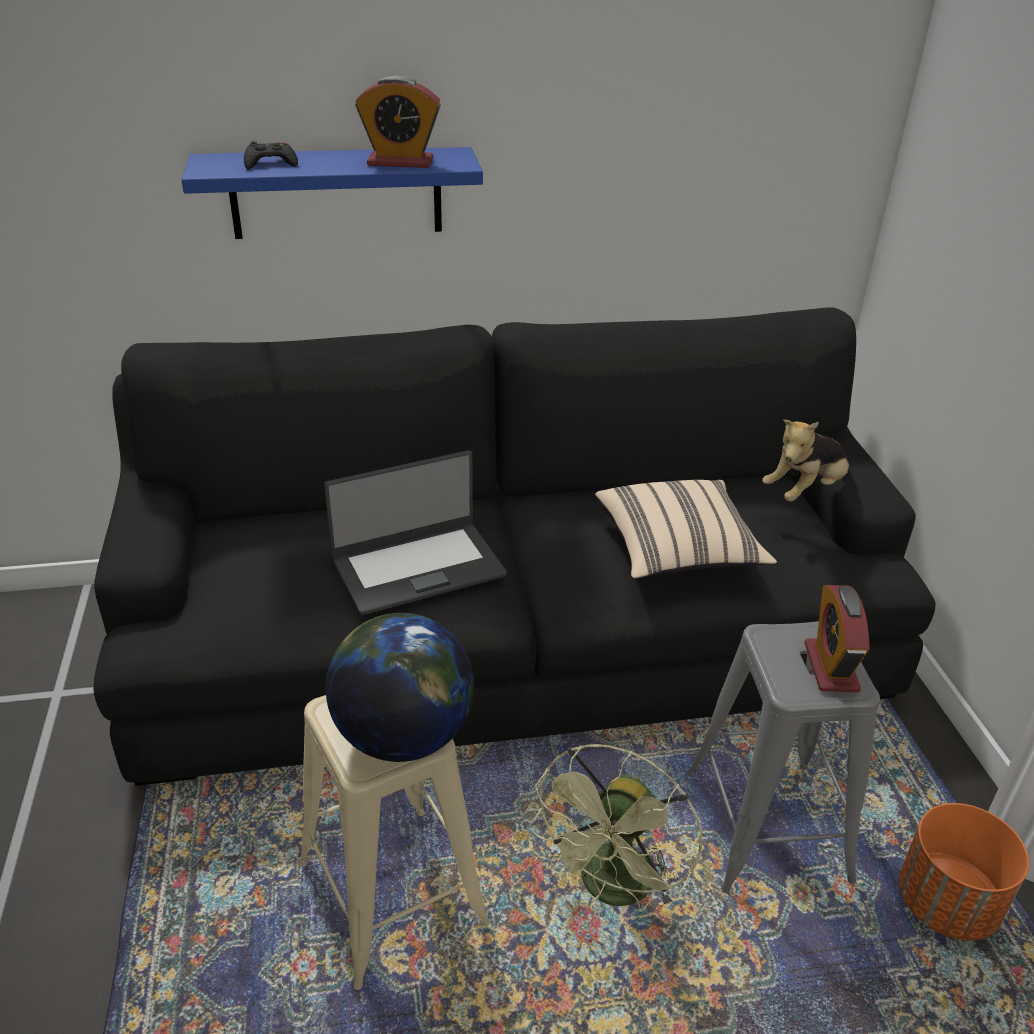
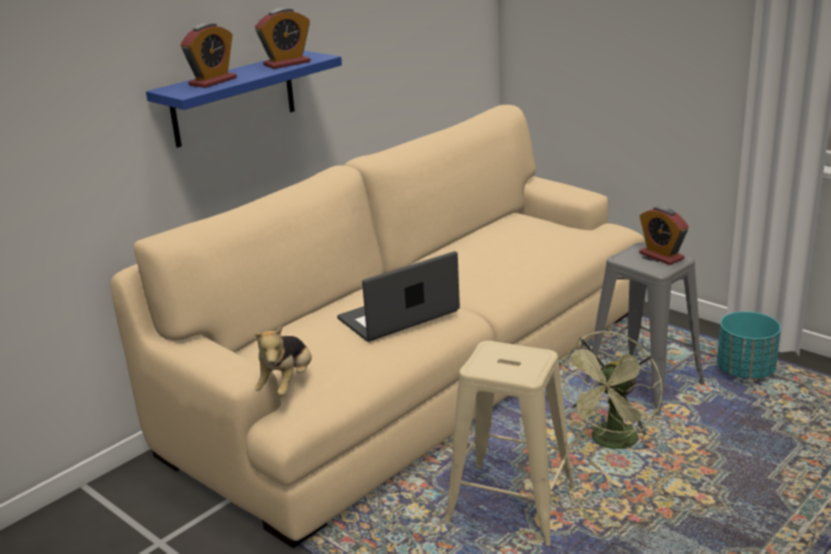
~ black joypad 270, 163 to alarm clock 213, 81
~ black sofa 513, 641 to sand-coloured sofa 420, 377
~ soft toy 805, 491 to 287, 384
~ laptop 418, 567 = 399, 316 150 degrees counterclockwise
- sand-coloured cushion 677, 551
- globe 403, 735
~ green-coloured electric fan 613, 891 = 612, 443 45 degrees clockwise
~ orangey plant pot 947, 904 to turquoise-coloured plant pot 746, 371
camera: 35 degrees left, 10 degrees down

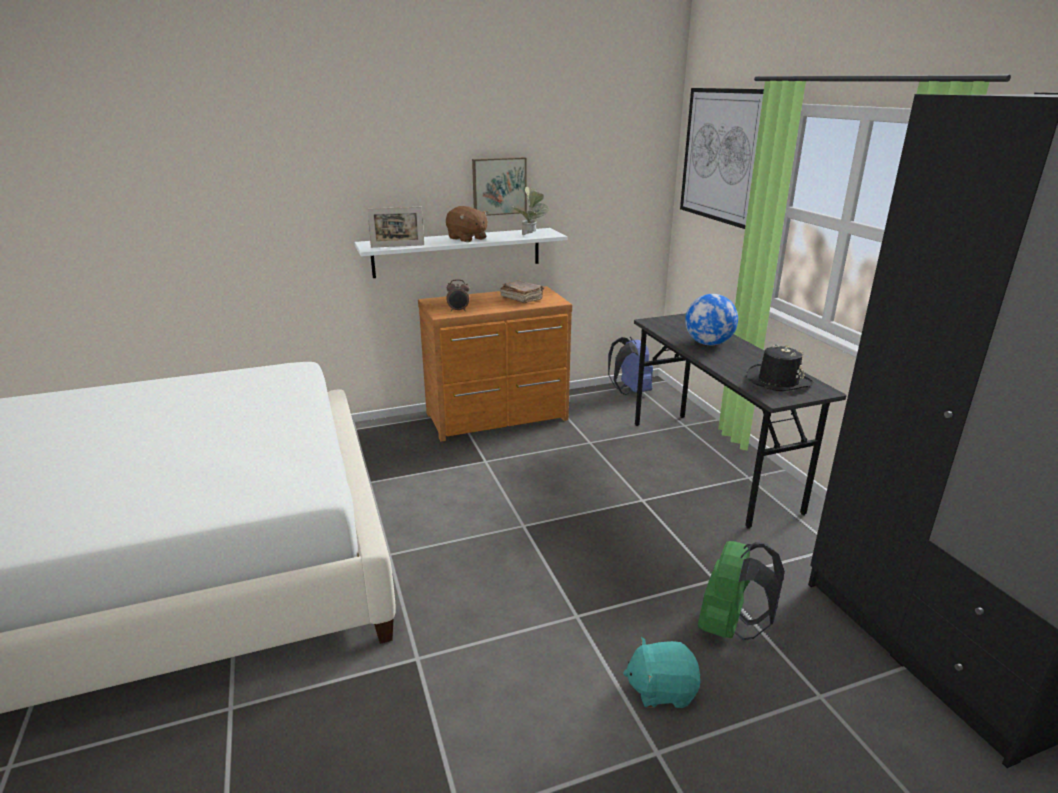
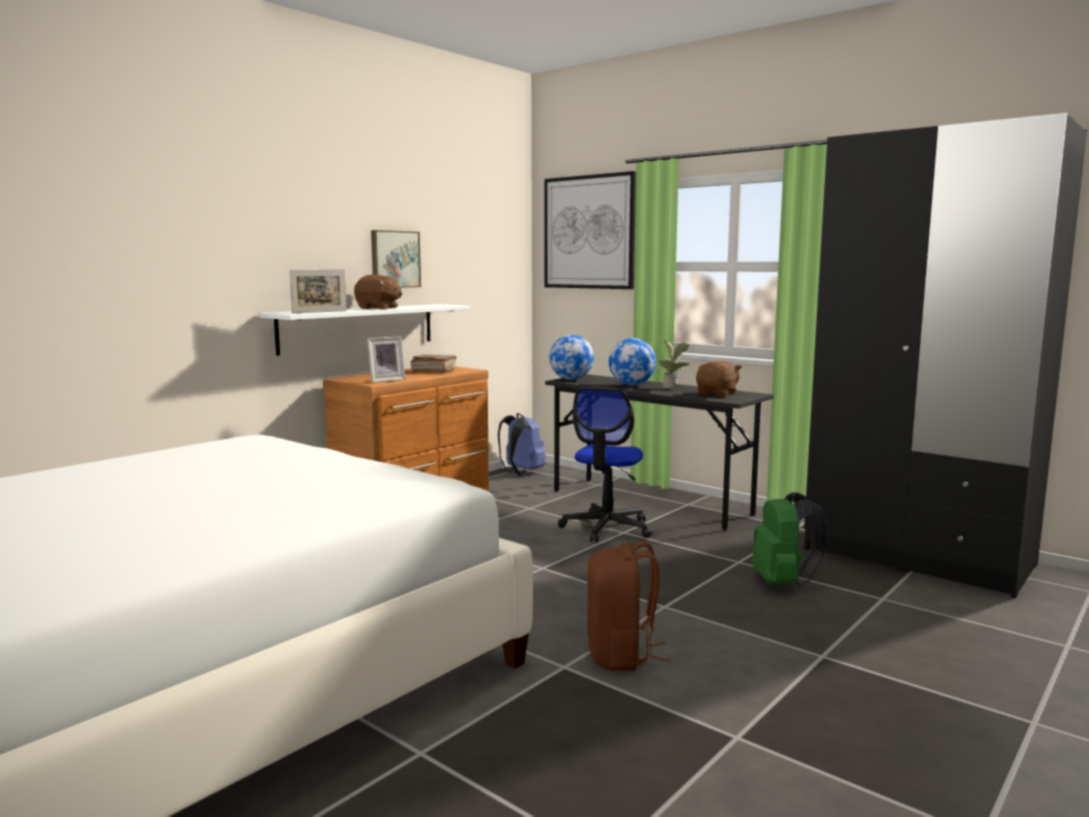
~ plant in a pot 531, 235 to 673, 388
~ alarm clock 458, 310 to standing frame 385, 380
~ black wearable hat 777, 381 to brownish soft toy 717, 394
- turquoise-coloured soft toy 661, 689
+ globe 571, 379
+ office chair 606, 528
+ brownish rucksack 621, 655
camera: 30 degrees left, 15 degrees down

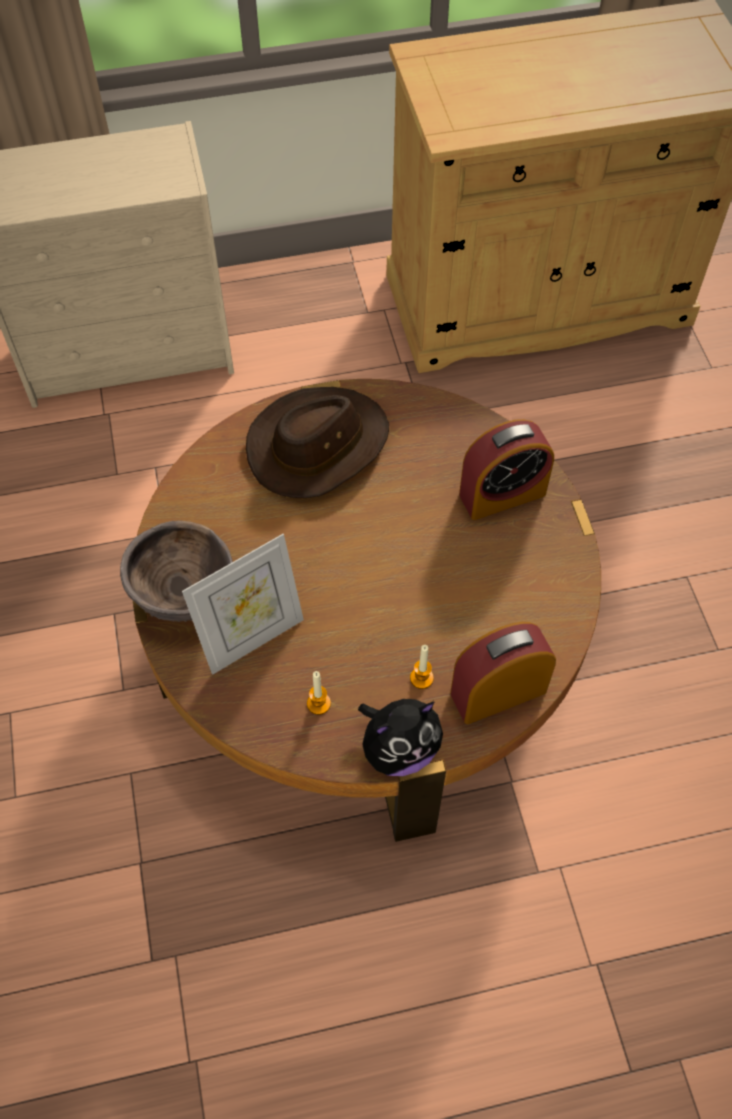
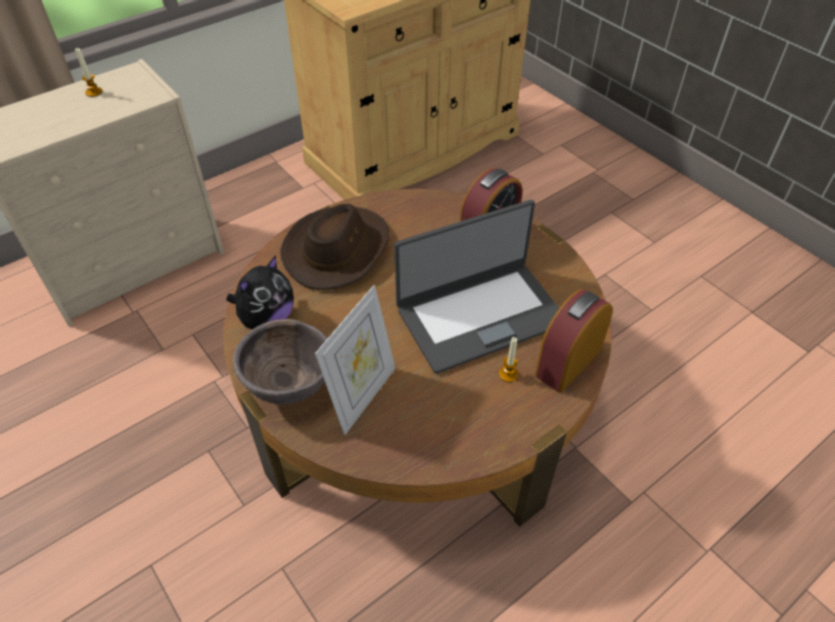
~ candle 318, 703 to 94, 92
~ soft toy 399, 749 to 267, 319
+ laptop 480, 315
camera: 25 degrees left, 10 degrees down

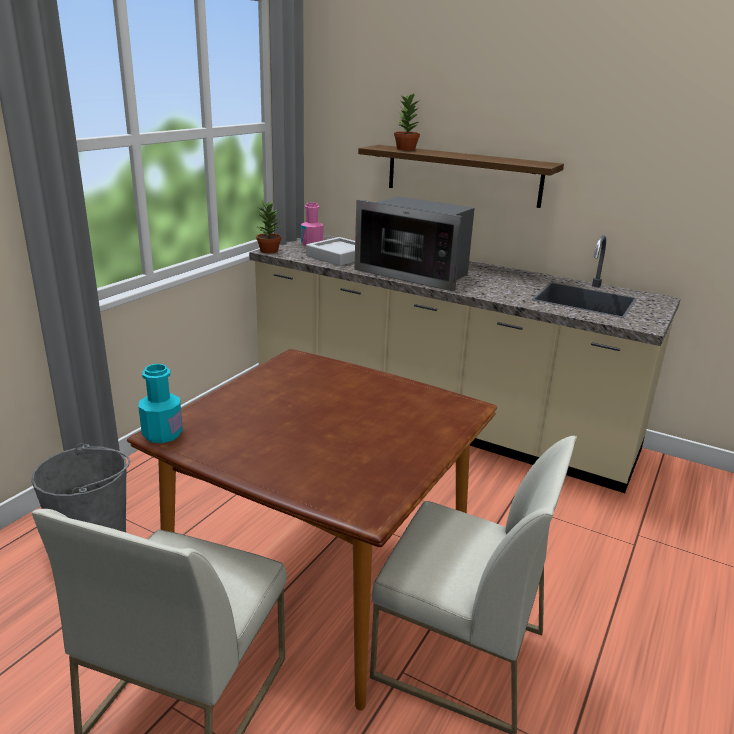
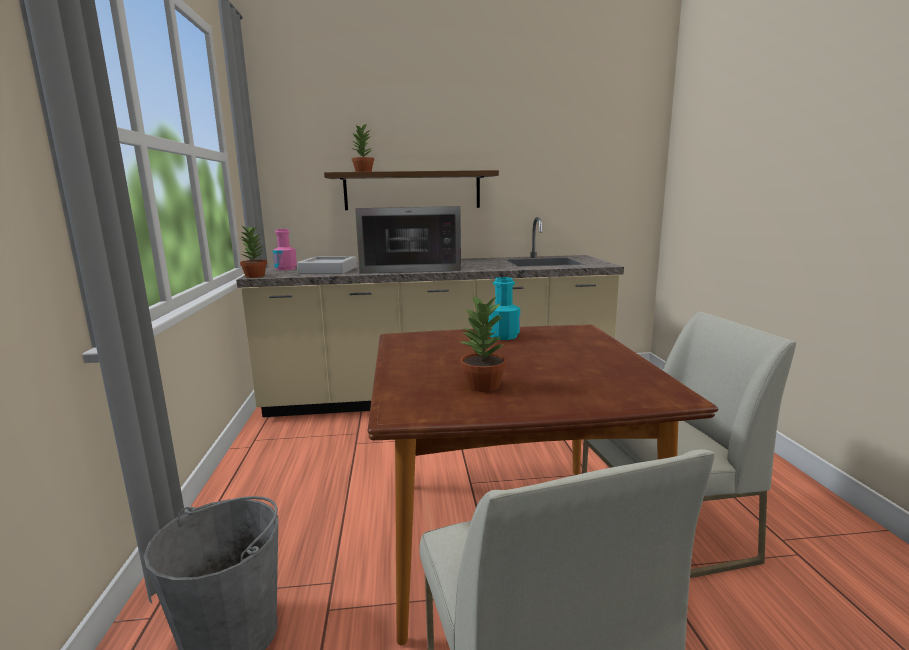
~ turquoise-coloured beverage bottle 162, 434 to 503, 336
+ plant in a pot 483, 386
camera: 35 degrees left, 10 degrees down

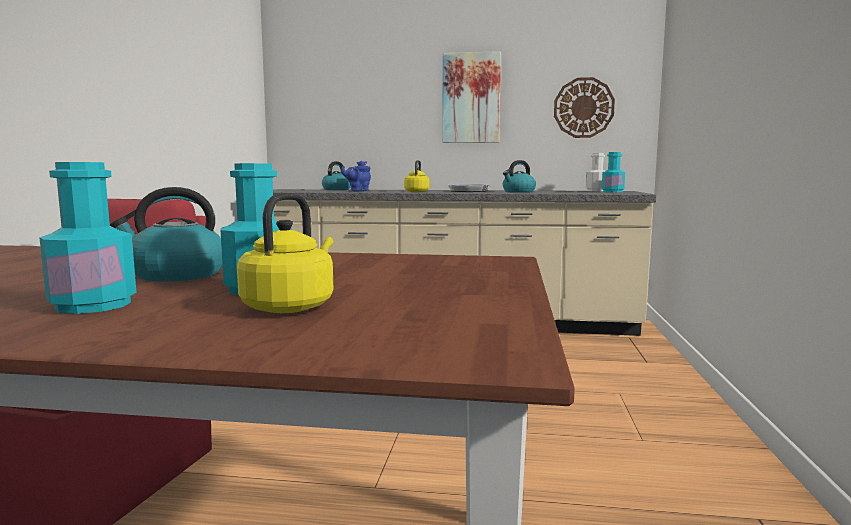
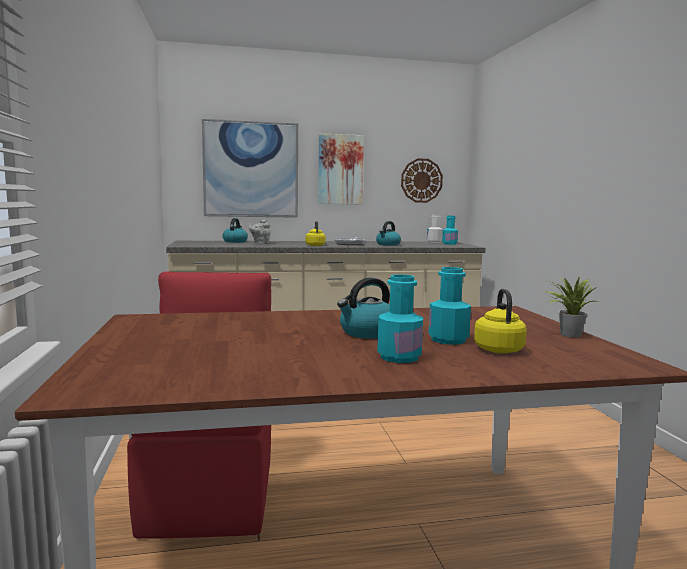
~ blue teapot 357, 190 to gray teapot 260, 243
+ wall picture 251, 169
+ plant in a pot 567, 334
camera: 20 degrees left, 0 degrees up

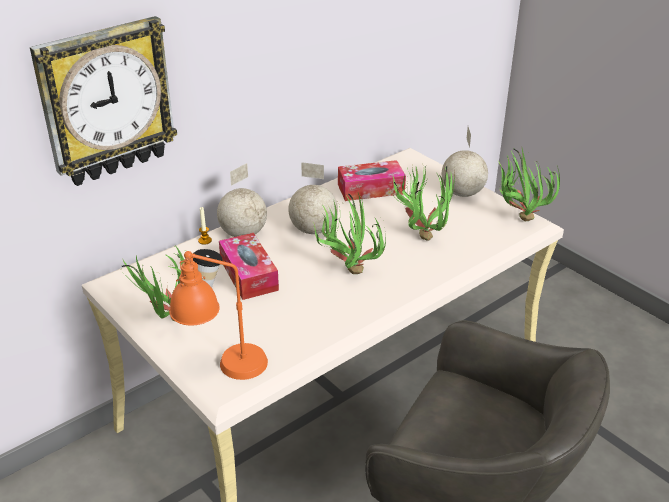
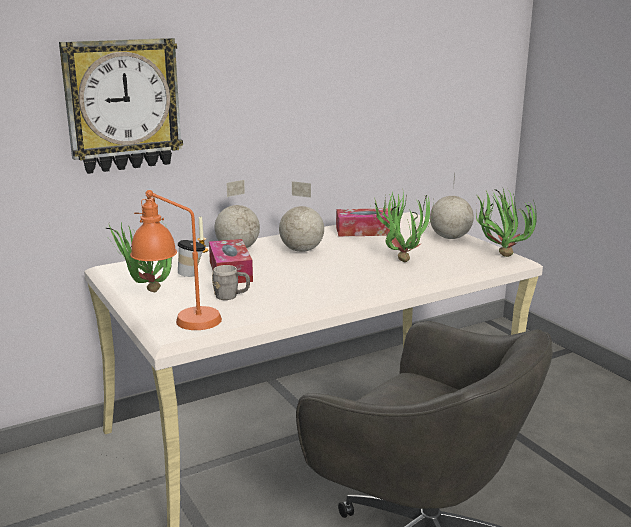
- plant in a pot 347, 270
+ gray coffee mug 231, 296
camera: 10 degrees right, 15 degrees down

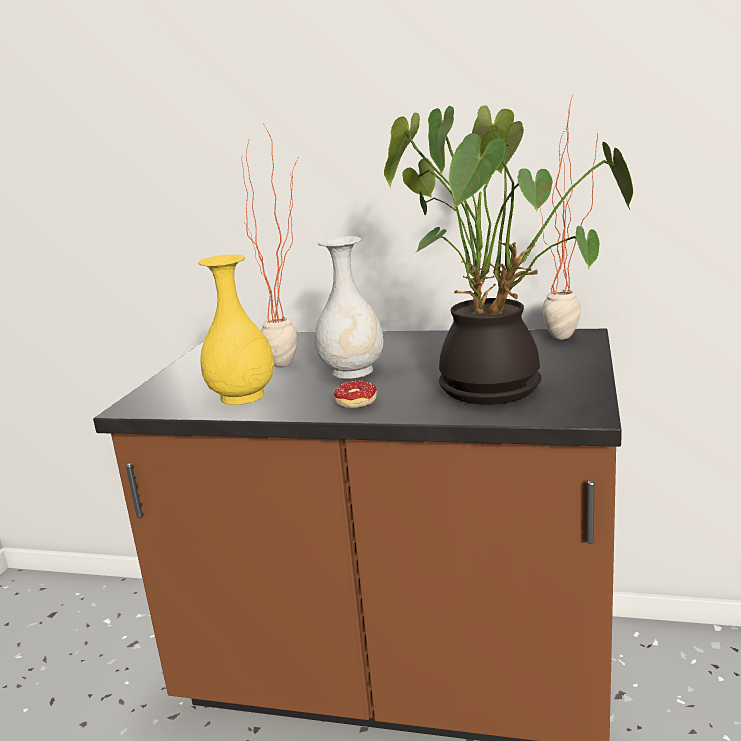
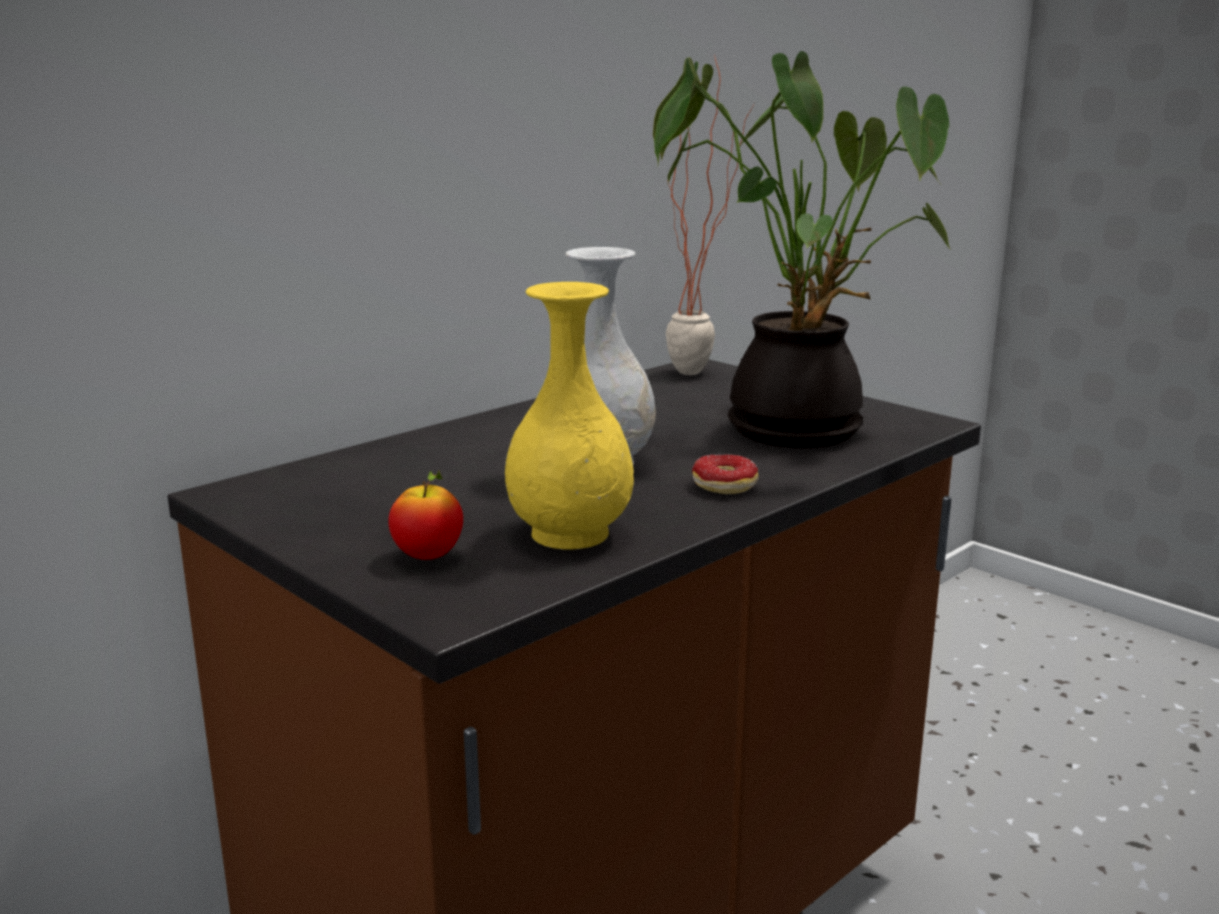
- plant in a pot 294, 363
+ apple 428, 556
camera: 60 degrees left, 0 degrees up

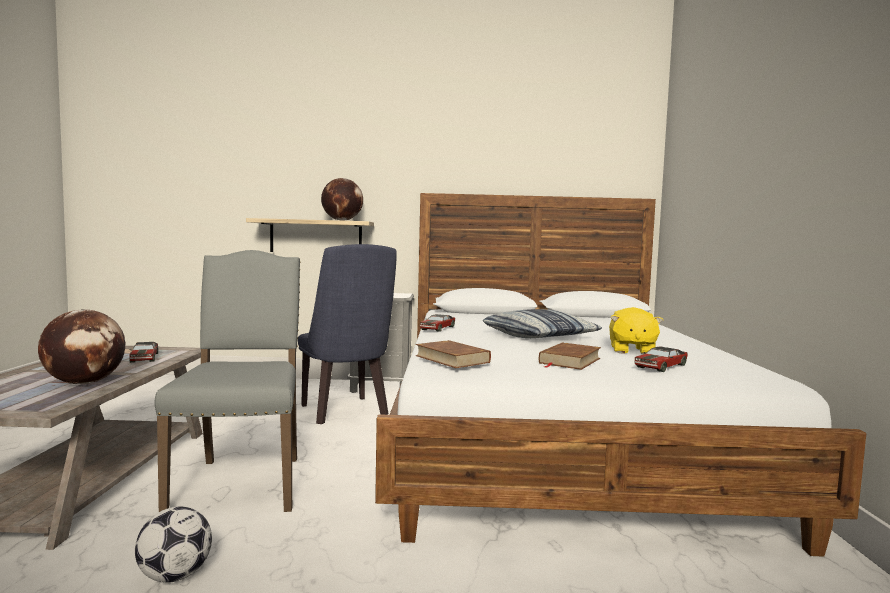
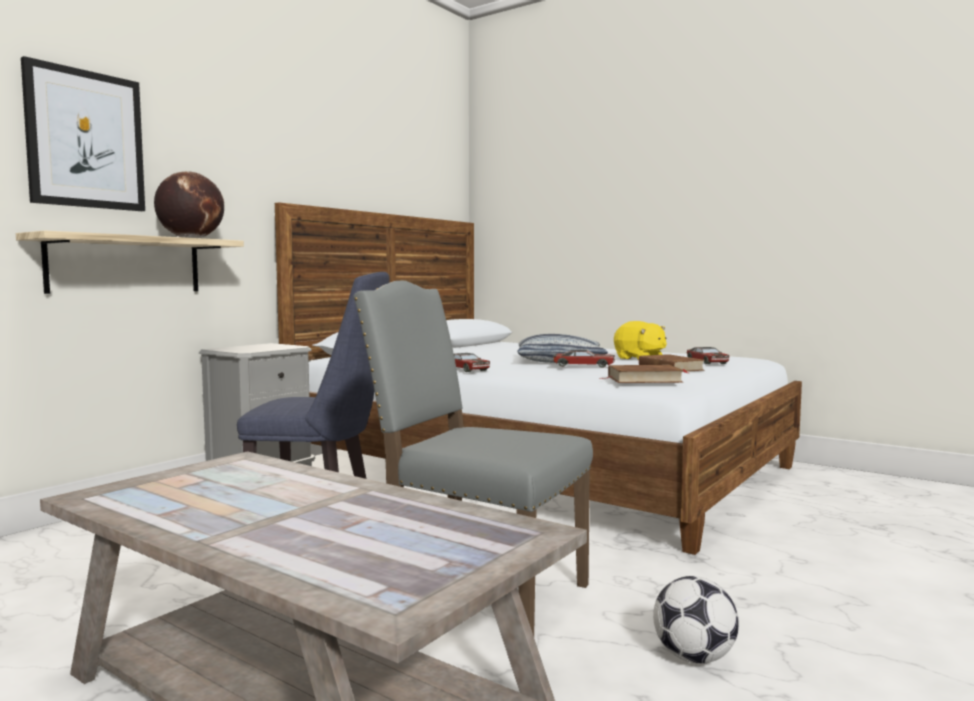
- globe 85, 383
~ model car 144, 358 to 584, 365
+ wall picture 85, 139
camera: 55 degrees left, 0 degrees up

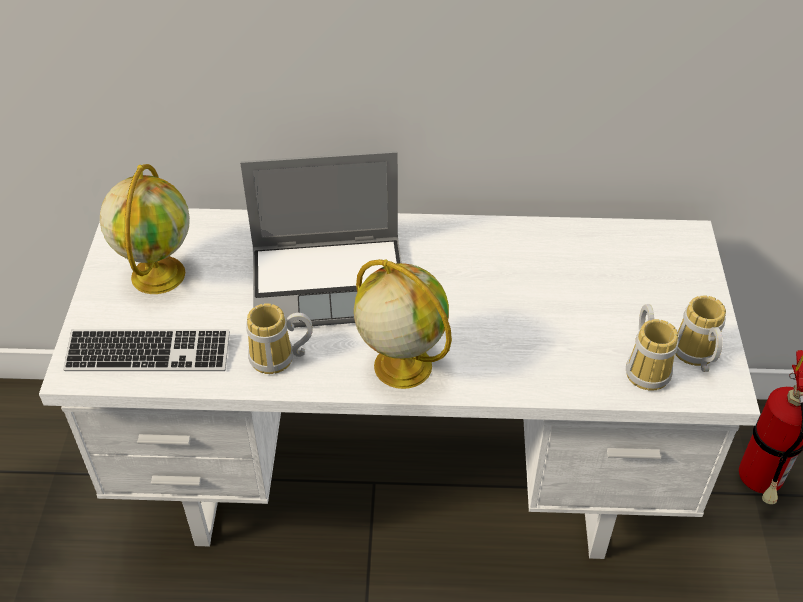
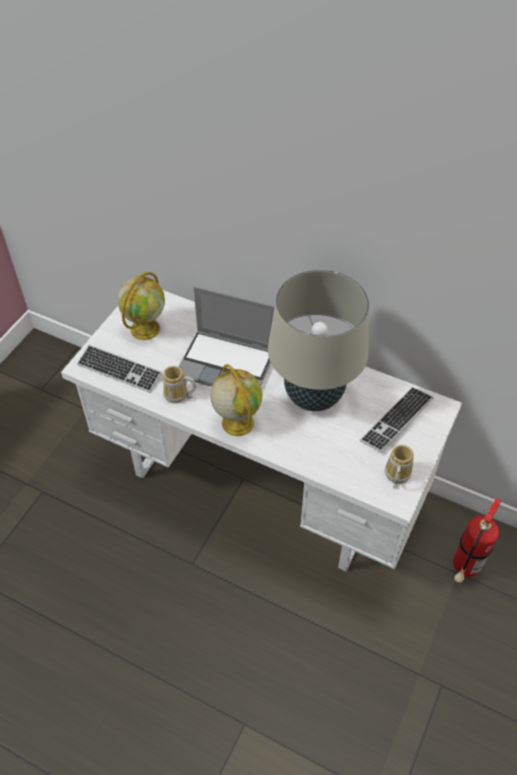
- coffee mug 647, 368
+ sand-coloured tabletop lamp 313, 396
+ keyboard 396, 420
camera: 25 degrees right, 5 degrees up

